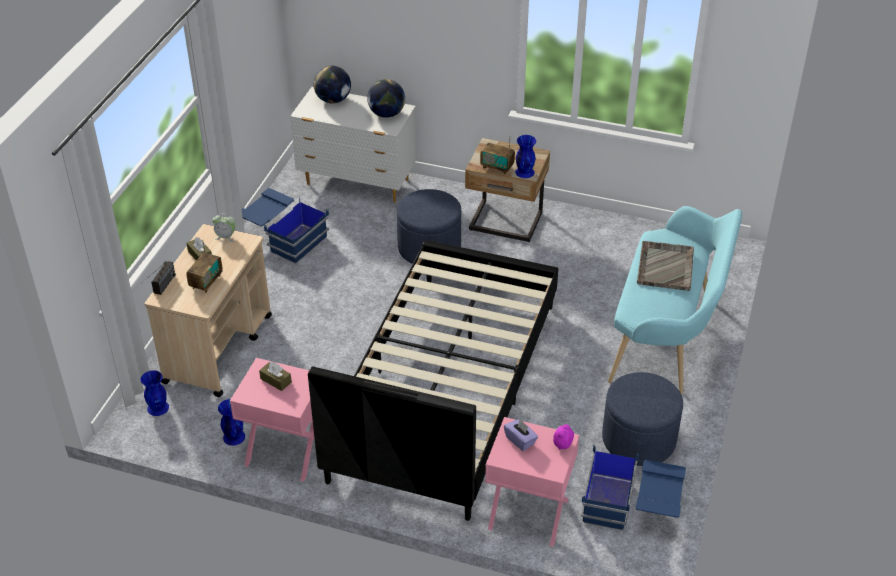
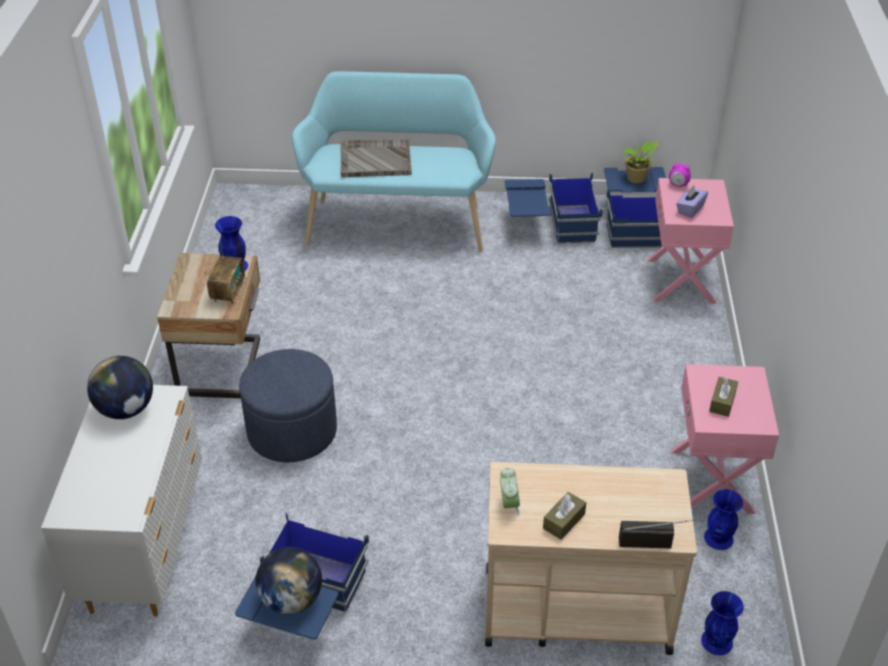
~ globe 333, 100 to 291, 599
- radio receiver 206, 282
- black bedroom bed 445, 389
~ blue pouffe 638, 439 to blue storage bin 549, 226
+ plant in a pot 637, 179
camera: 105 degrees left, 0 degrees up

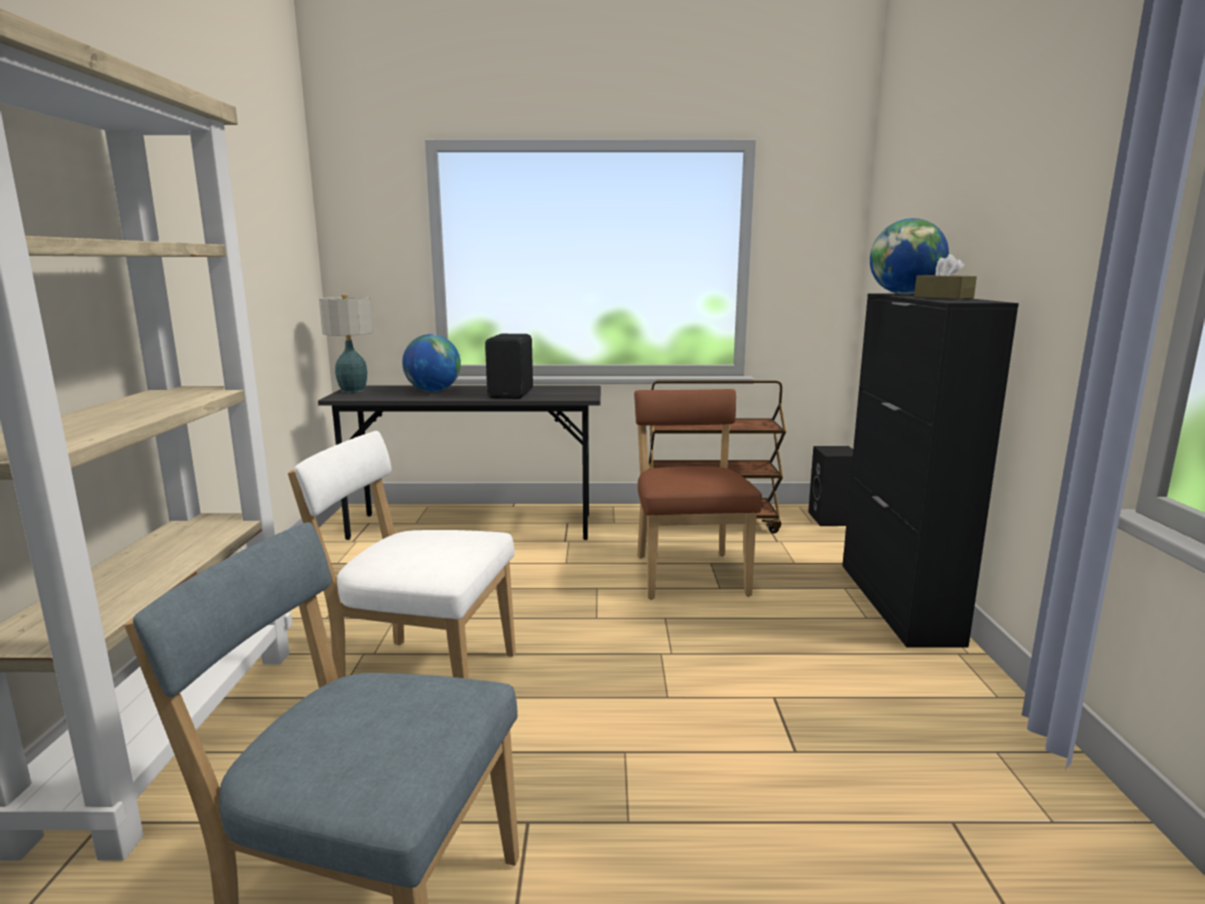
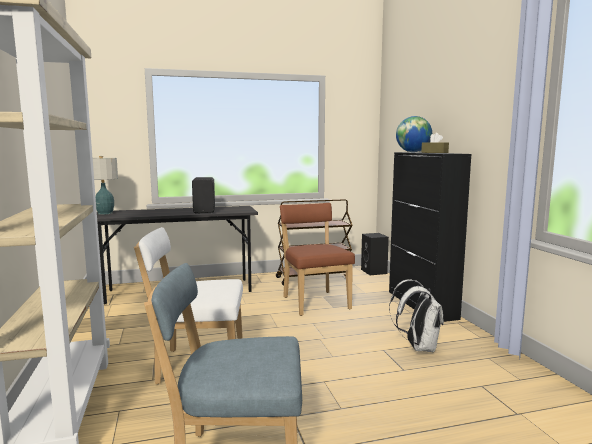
- globe 433, 391
+ whitish rucksack 418, 347
camera: 15 degrees left, 5 degrees down

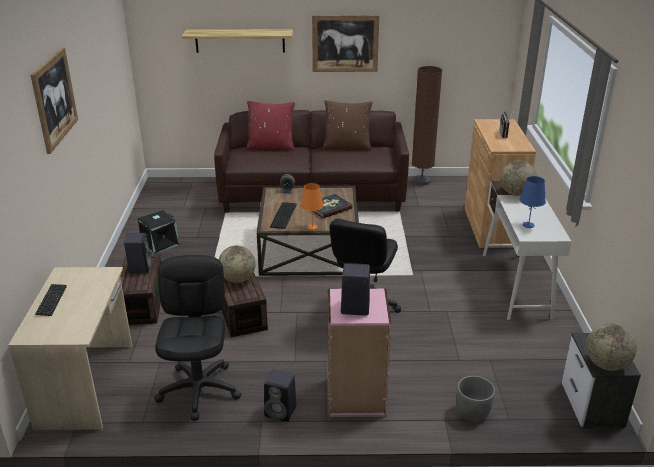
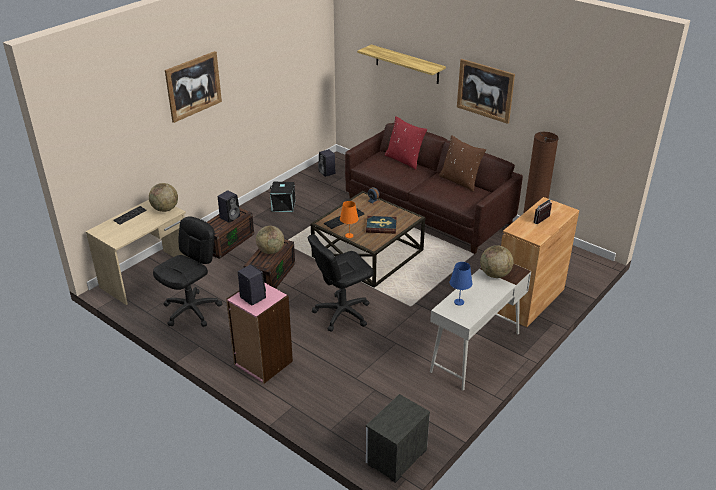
~ globe 606, 364 to 165, 209
~ black loudspeaker 281, 411 to 327, 173
- gray plant pot 472, 411
camera: 40 degrees right, 5 degrees up

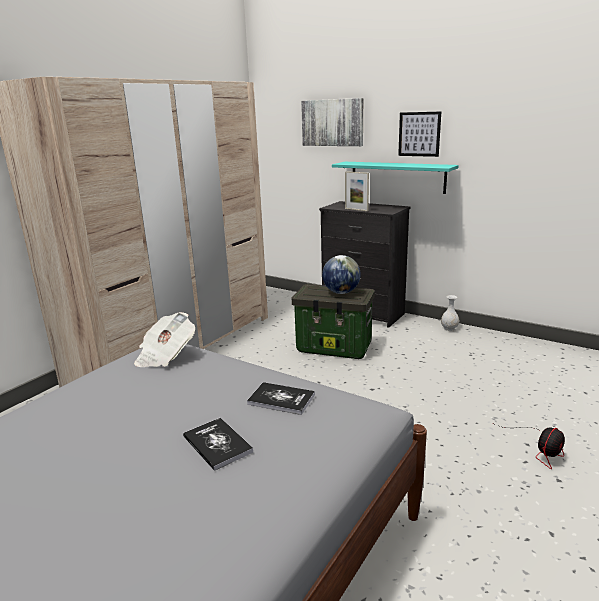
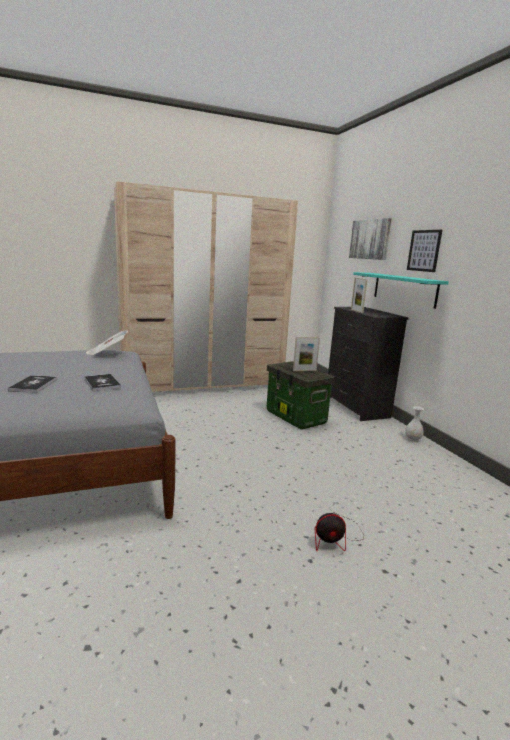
~ globe 341, 292 to standing frame 304, 370
camera: 35 degrees right, 5 degrees down

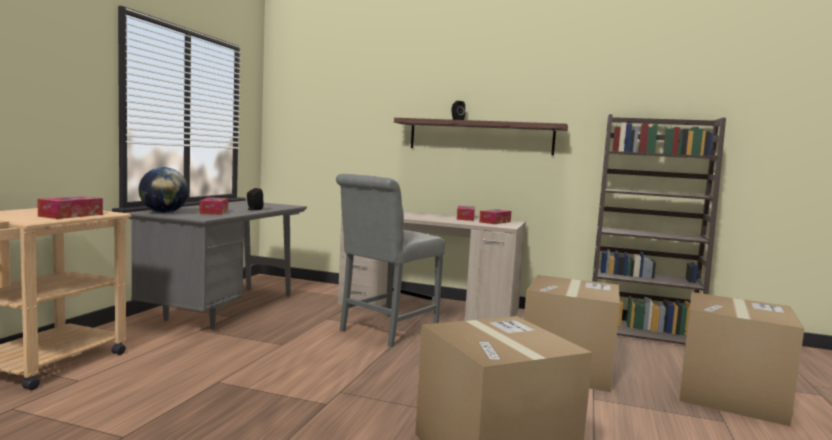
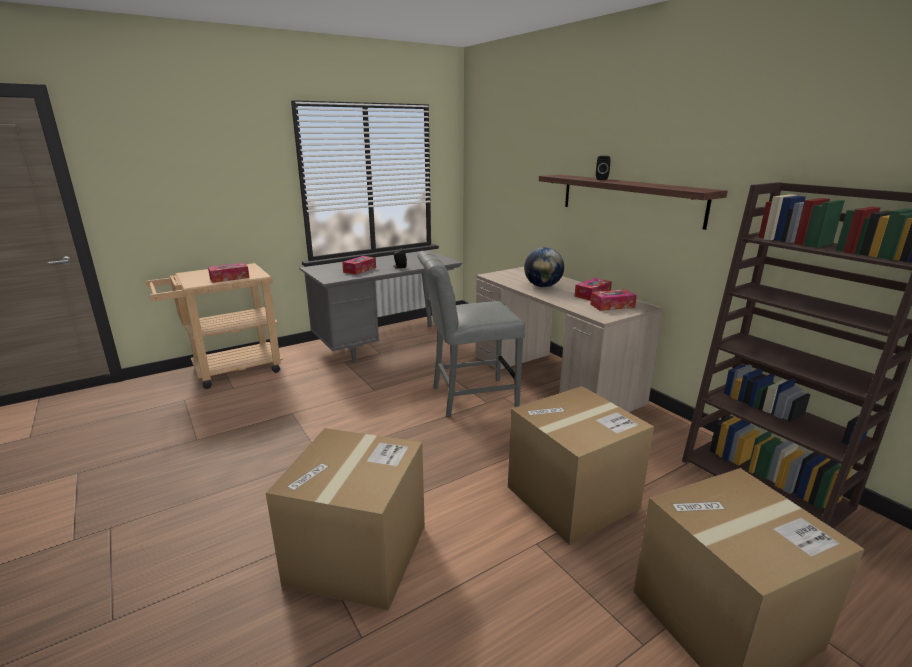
~ globe 163, 212 to 542, 286
camera: 40 degrees right, 15 degrees up

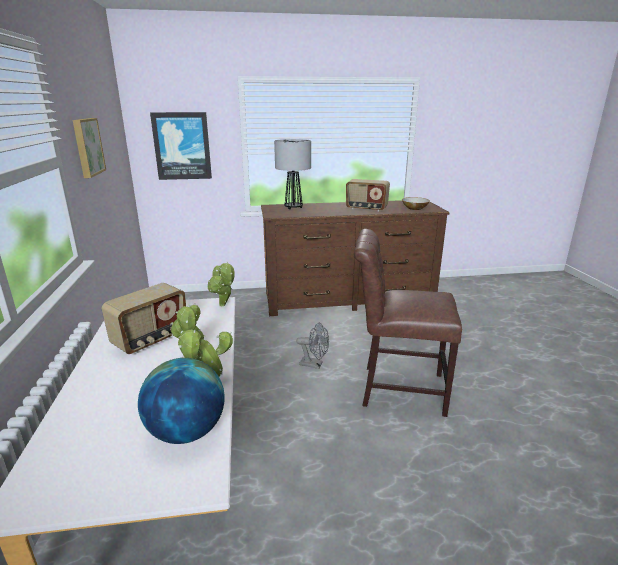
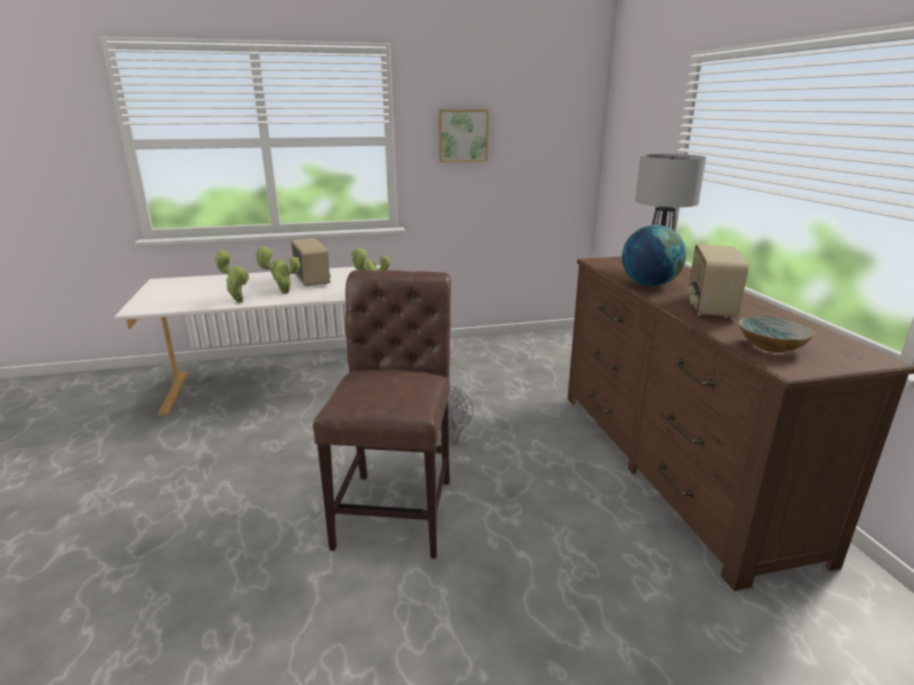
- wall picture 182, 146
~ radio receiver 151, 339 = 313, 281 150 degrees counterclockwise
~ globe 186, 432 to 649, 285
camera: 85 degrees right, 0 degrees up

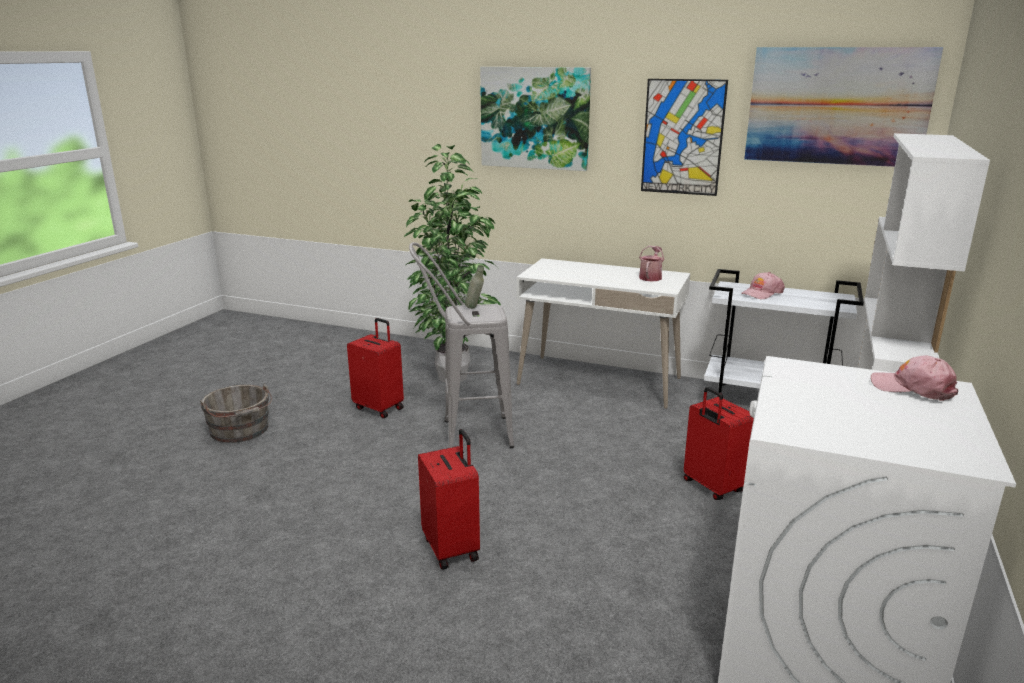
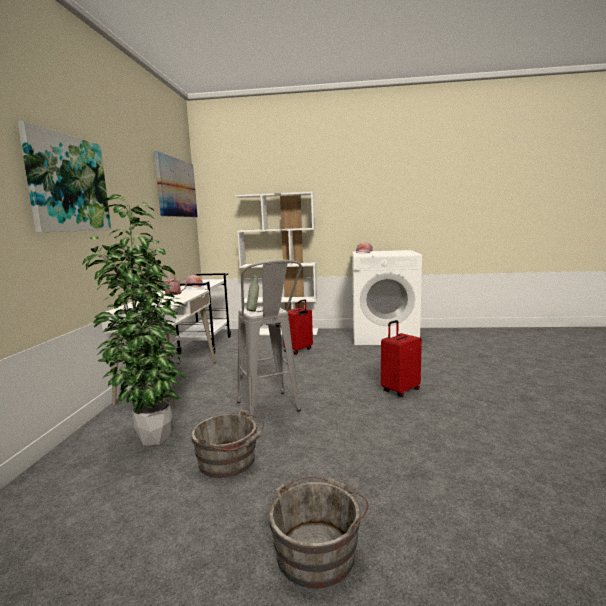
- wall picture 682, 137
~ red-coloured suitcase 379, 408 to gray bucket 230, 461
camera: 105 degrees left, 10 degrees down

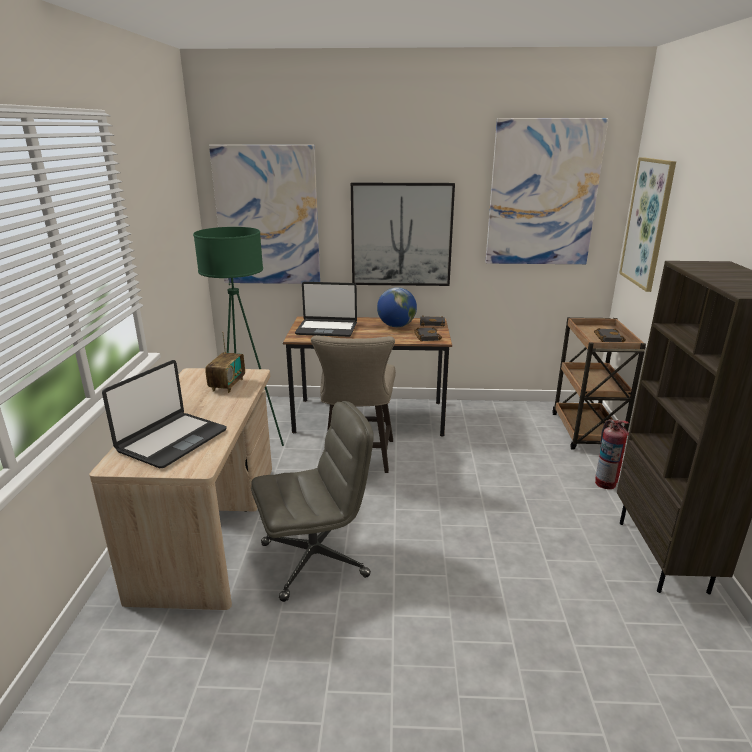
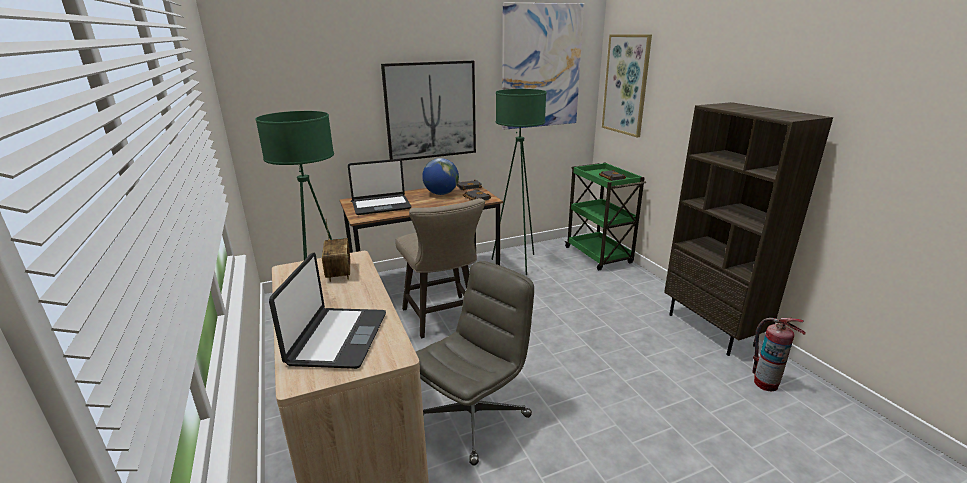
- wall picture 267, 216
~ brownish wheeled cart 586, 432 to green-coloured wheeled cart 599, 256
~ extinguisher 605, 483 to 765, 383
+ green-coloured standing lamp 517, 263
camera: 25 degrees left, 0 degrees up

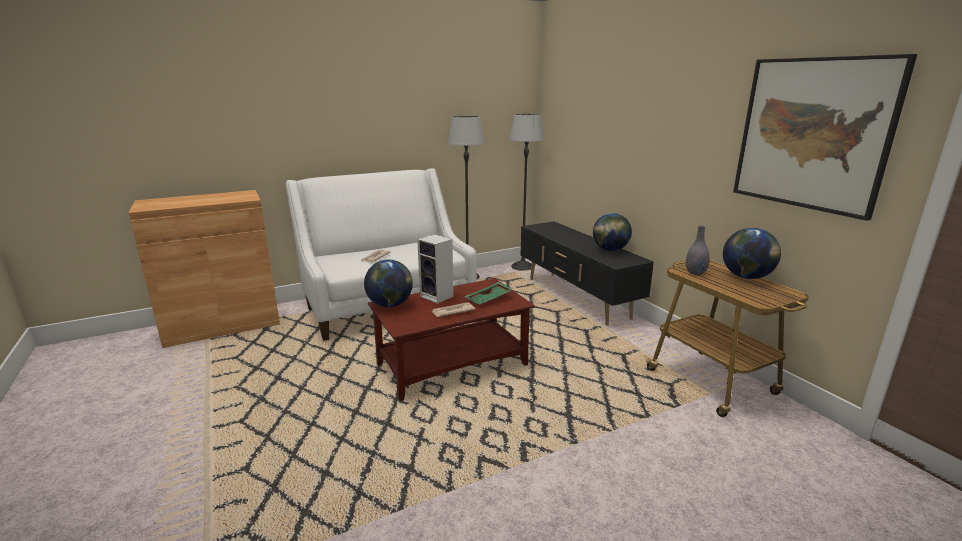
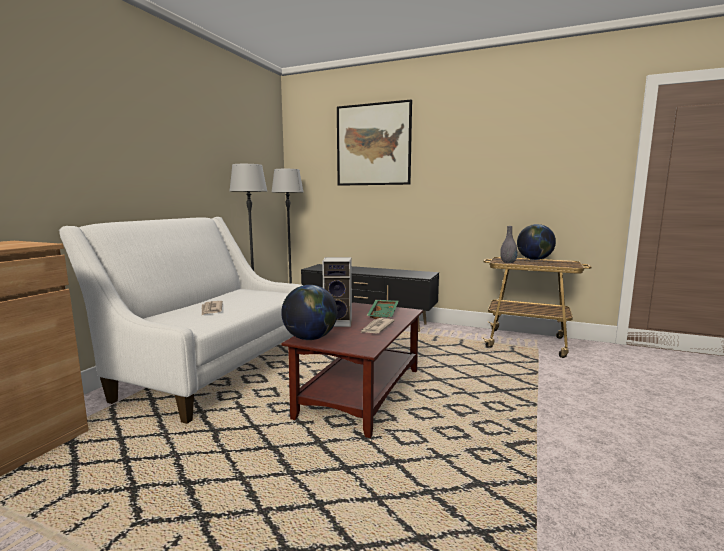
~ wall picture 812, 134 to 373, 145
- globe 610, 250
camera: 40 degrees left, 10 degrees down

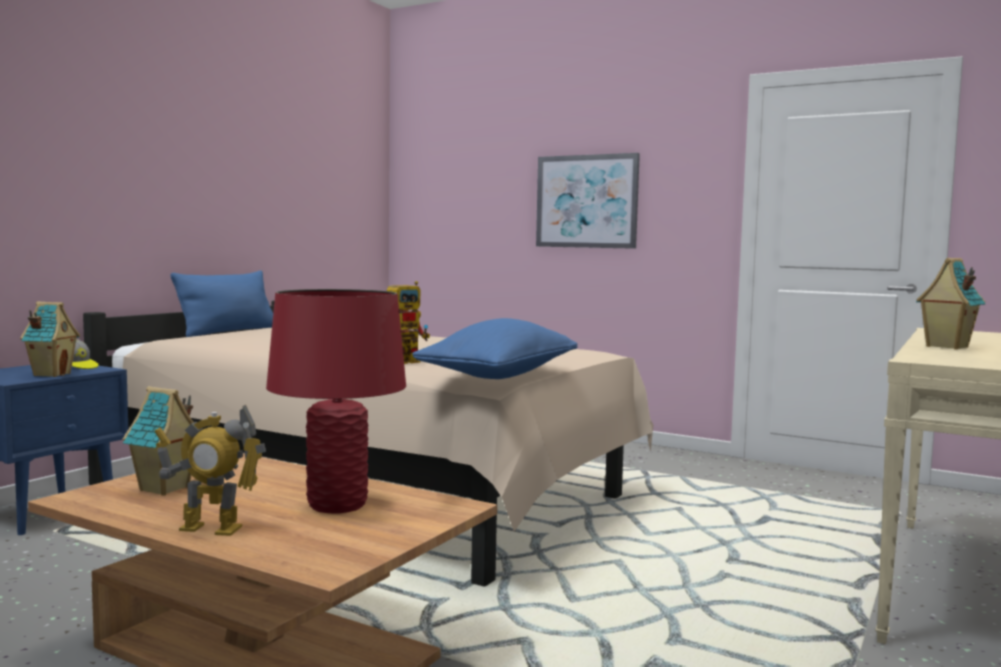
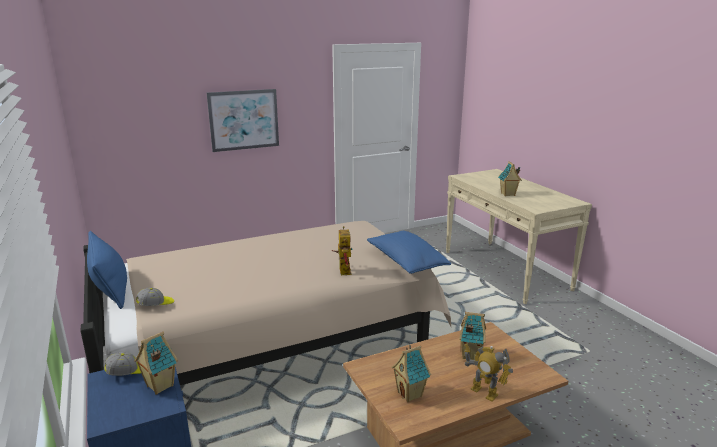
~ red-coloured tabletop lamp 337, 505 to miniature house 470, 355
~ model robot 210, 529 = 484, 392 90 degrees clockwise
+ baseball cap 156, 305
camera: 55 degrees left, 15 degrees up

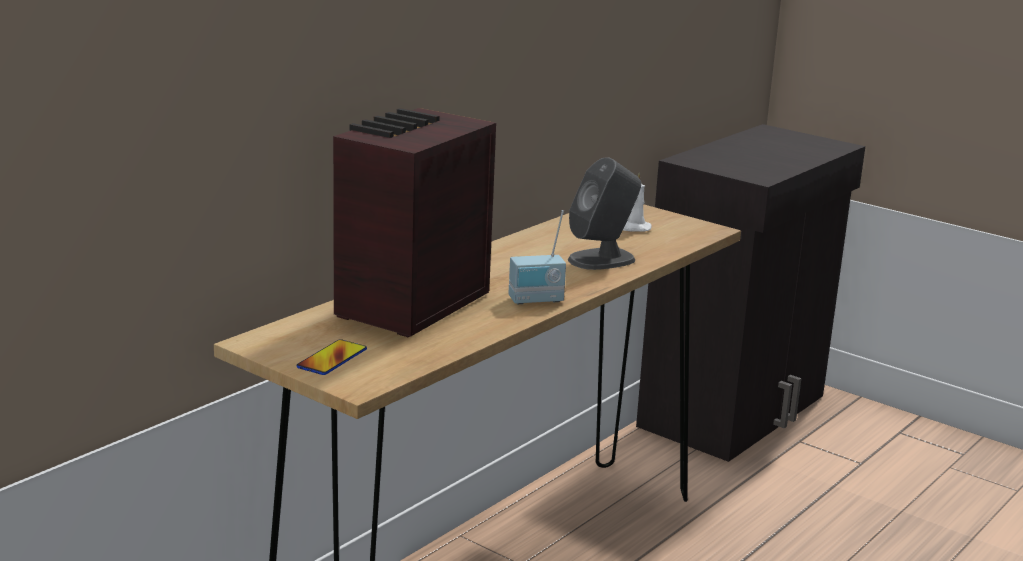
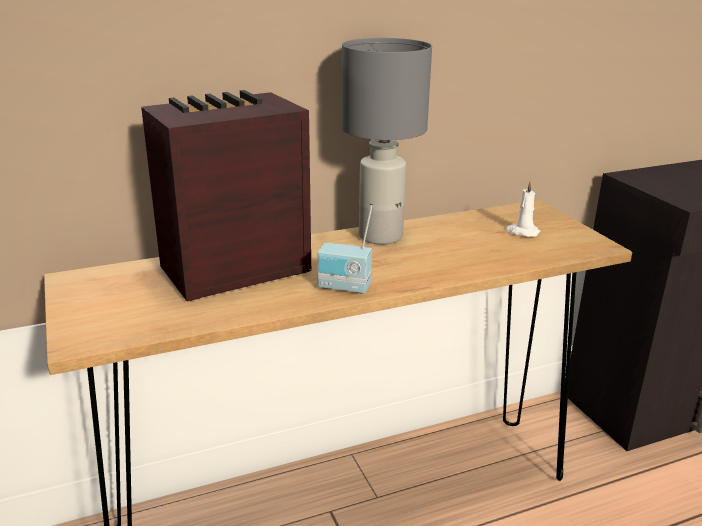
- gray loudspeaker 602, 259
- telephone 332, 359
+ gray tabletop lamp 381, 236
camera: 30 degrees right, 5 degrees up

